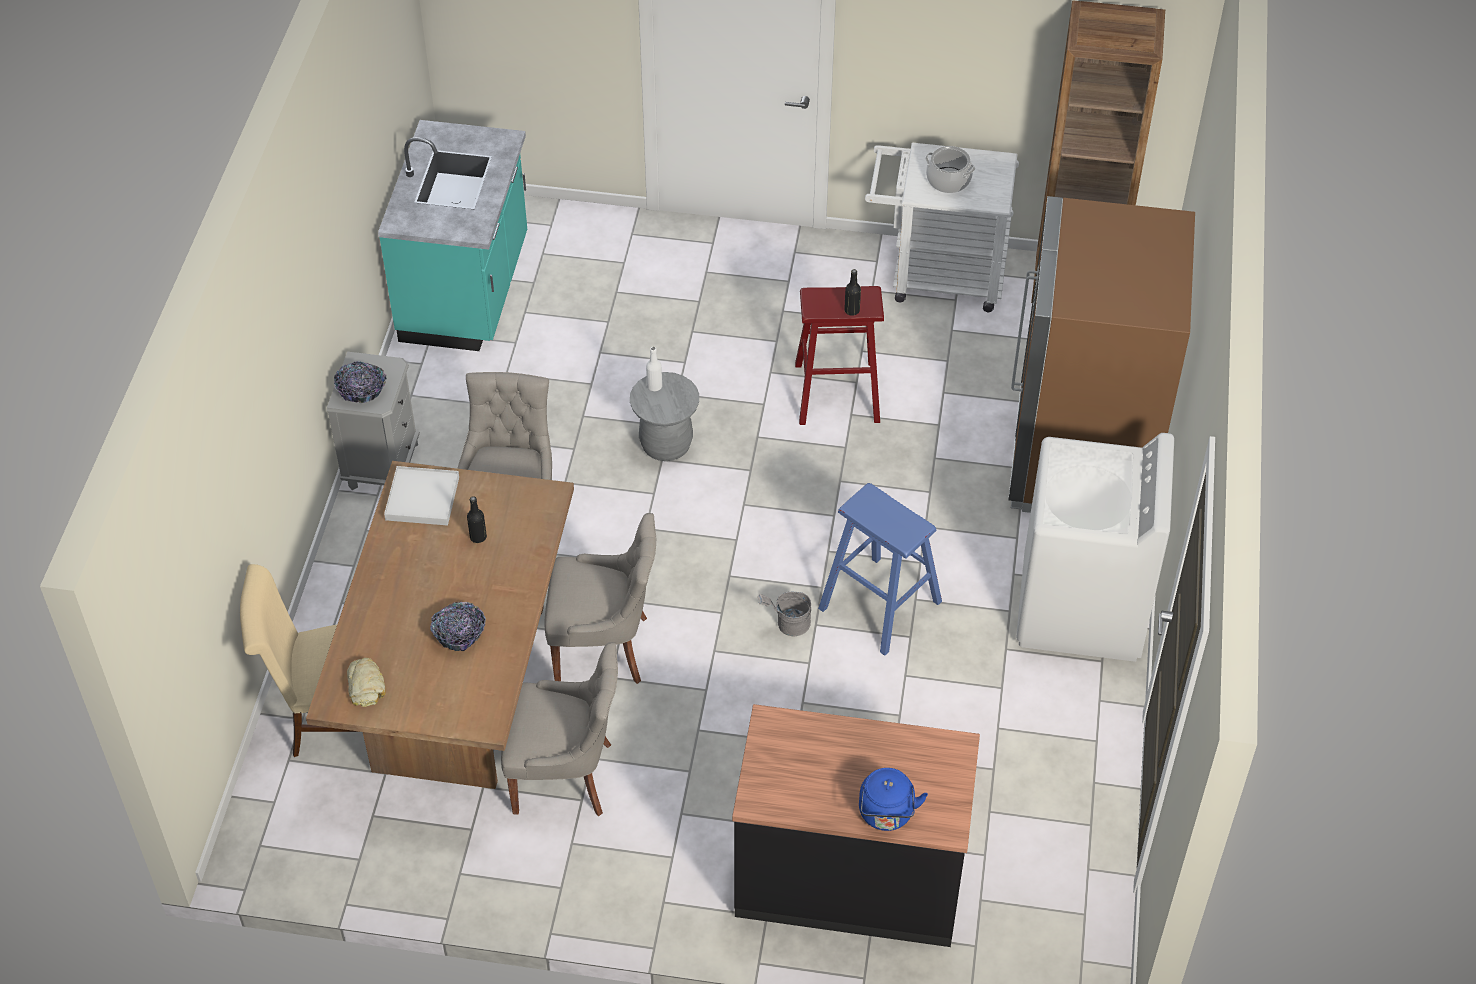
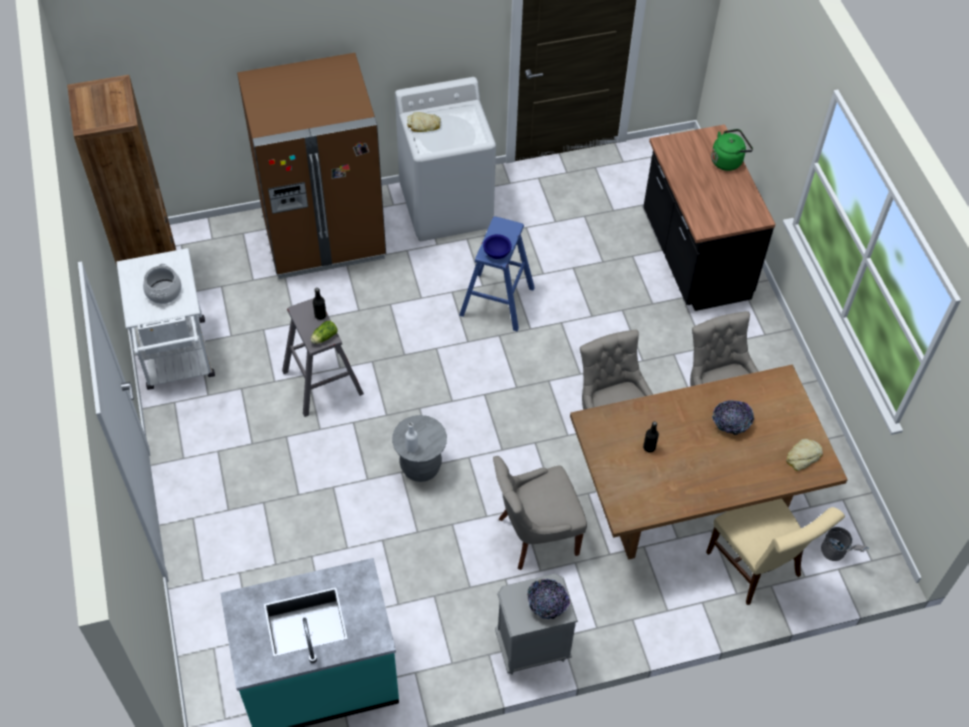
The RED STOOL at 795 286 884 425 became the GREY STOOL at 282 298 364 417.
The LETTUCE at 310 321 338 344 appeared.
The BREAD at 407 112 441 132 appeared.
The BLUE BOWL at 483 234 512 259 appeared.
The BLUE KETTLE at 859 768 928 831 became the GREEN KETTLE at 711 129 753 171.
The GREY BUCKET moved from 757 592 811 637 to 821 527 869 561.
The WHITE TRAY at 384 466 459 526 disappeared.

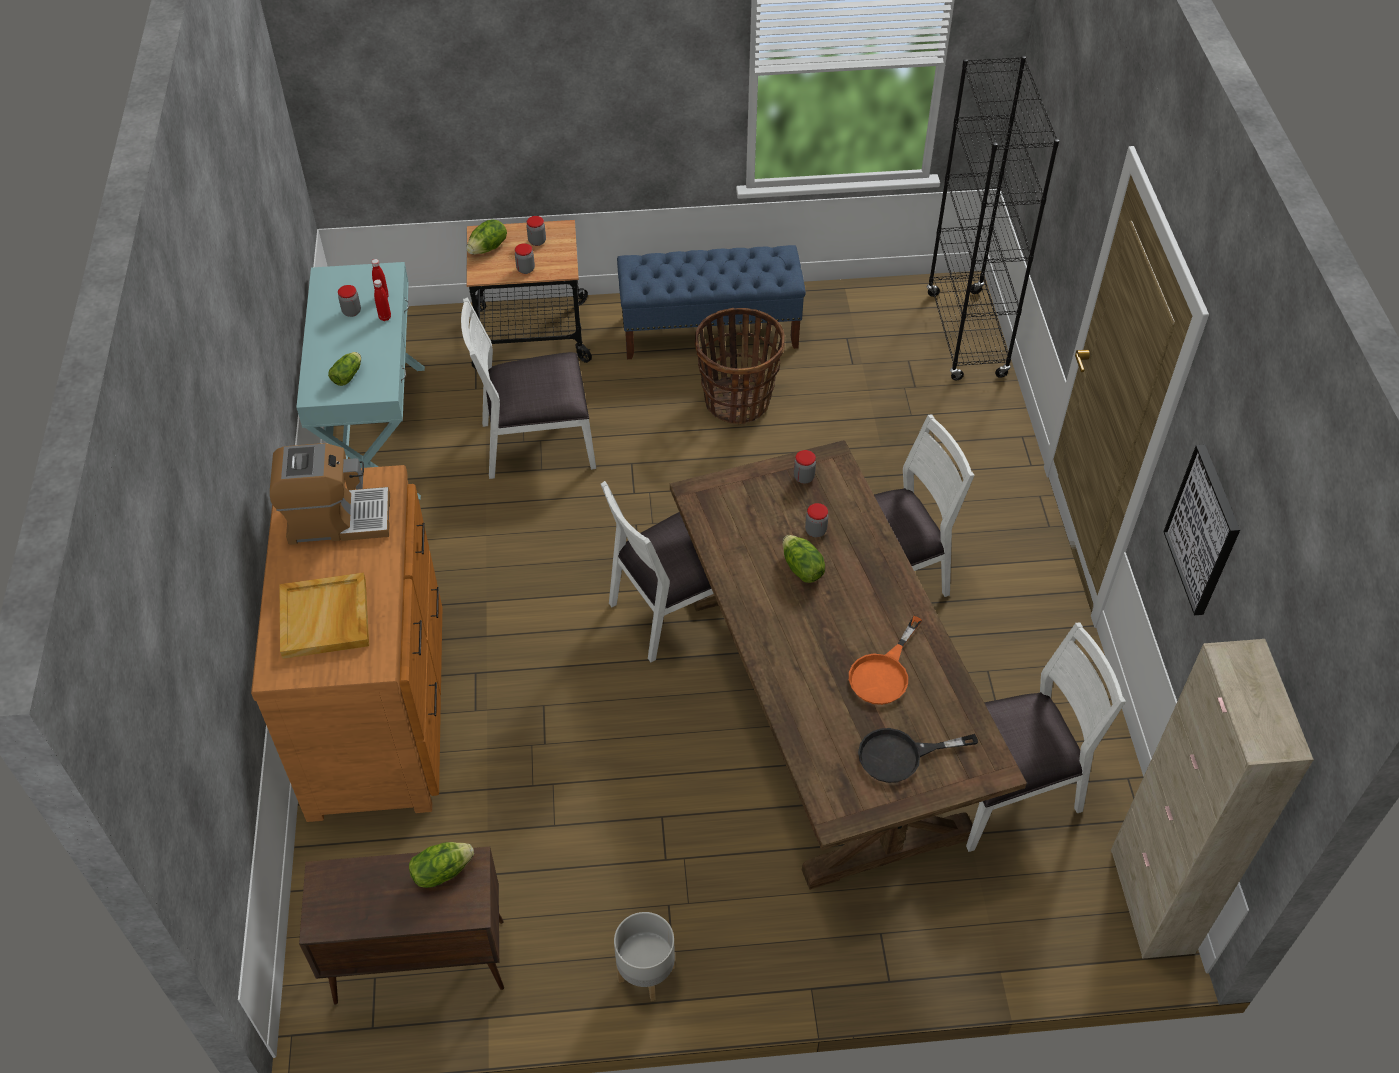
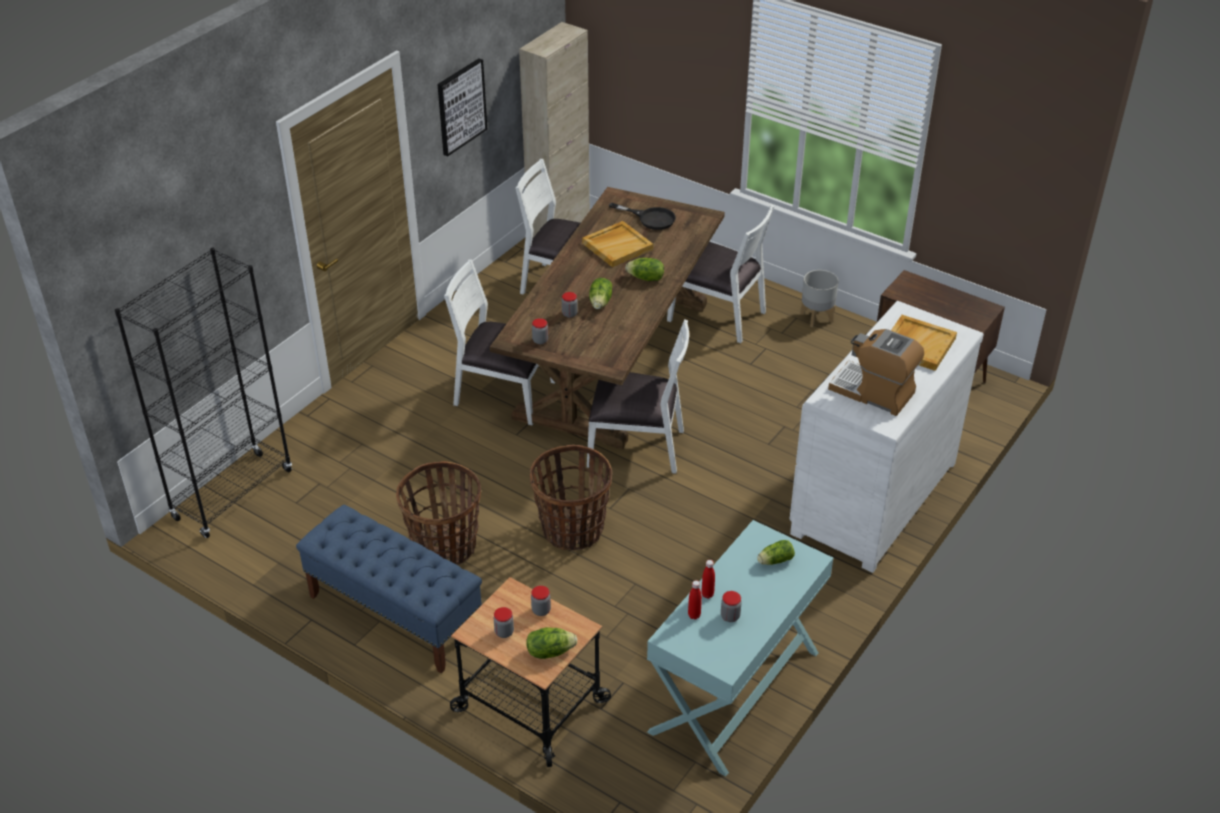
The BASKET at 530 445 612 550 appeared.
The ORANGE FRYING PAN at 849 616 922 705 was replaced by the BEIGE TRAY at 582 221 653 267.
The LETTUCE moved from 409 842 474 888 to 625 258 664 281.
The WHITE CHAIR moved from 461 297 596 479 to 667 204 775 343.
The BROWN DRESSER at 251 465 442 822 became the WHITE DRESSER at 789 301 984 573.

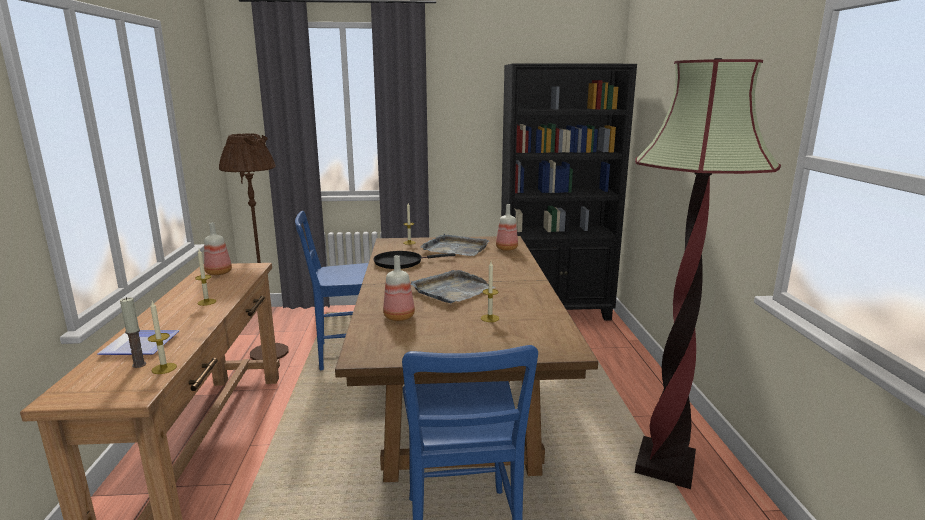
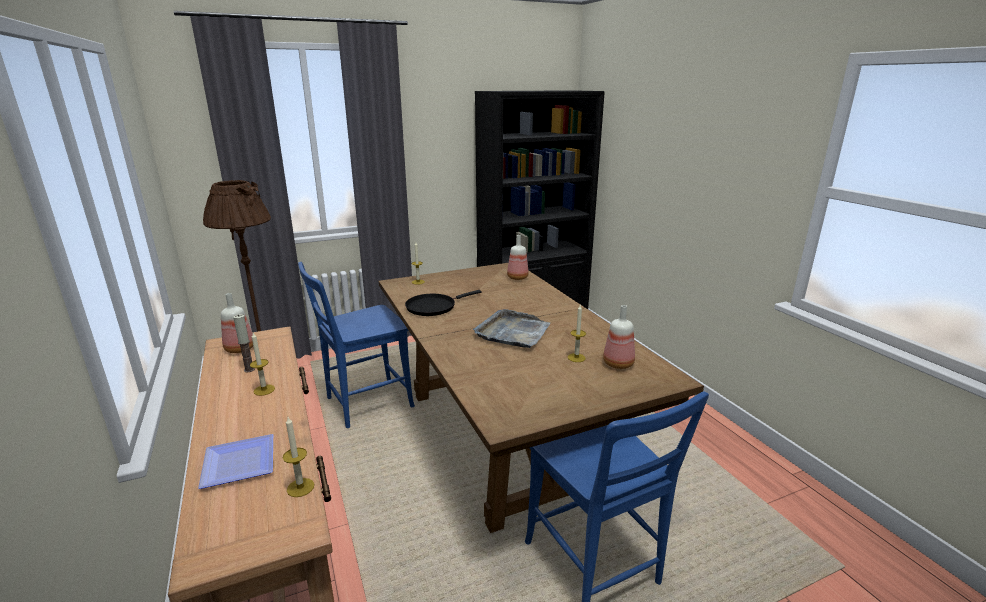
The CANDLE moved from 120 297 146 368 to 233 314 255 372.
The BOTTLE moved from 383 255 415 321 to 603 305 635 369.
The GREY TRAY at 421 233 489 256 disappeared.
The FLOOR LAMP at 635 58 781 489 disappeared.

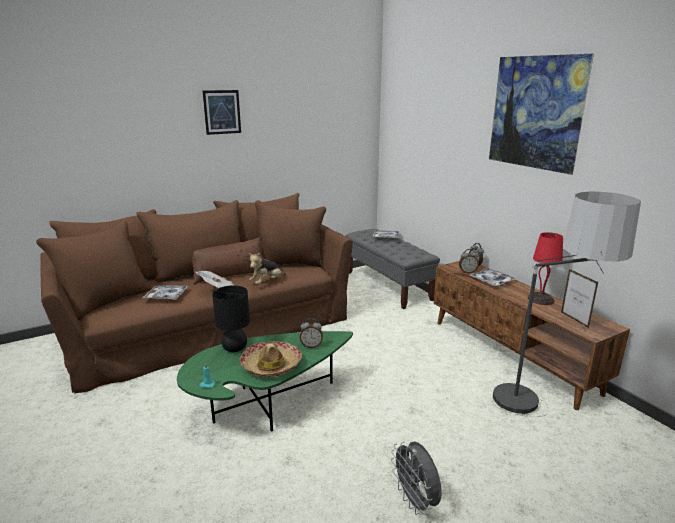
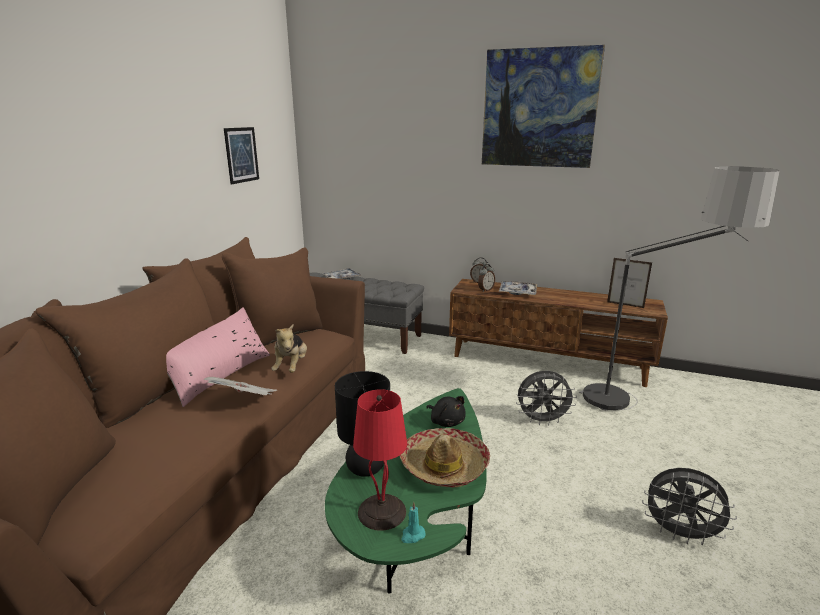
The BROWN PILLOW at 192 237 263 284 became the PINK PILLOW at 166 307 270 407.
The PICTURE moved from 202 90 241 135 to 224 127 259 184.
The RED TABLE LAMP moved from 528 232 563 305 to 353 389 407 531.
The ALARM CLOCK at 300 318 323 348 was replaced by the BLACK PLUSH TOY at 426 396 466 427.
The GREY FAN at 516 371 577 426 appeared.
The TRAY at 143 285 188 300 disappeared.

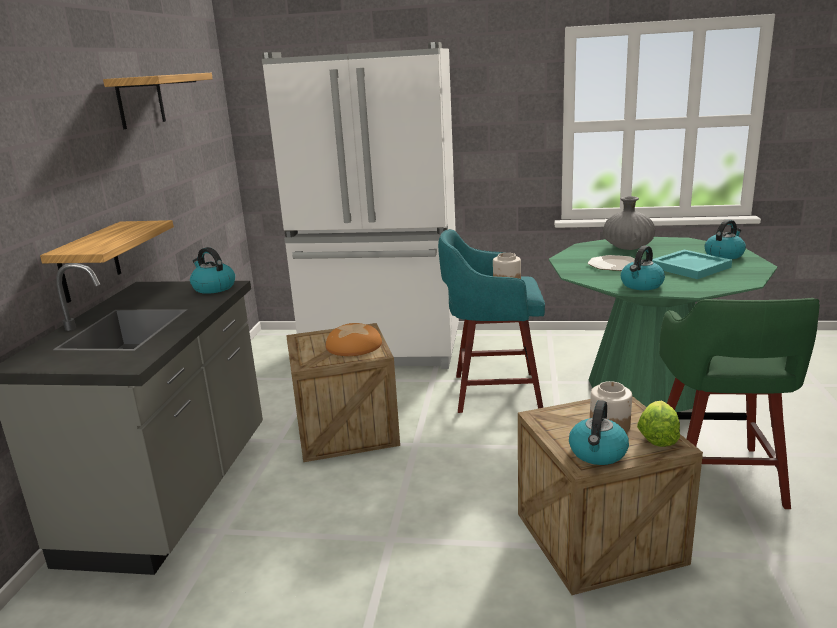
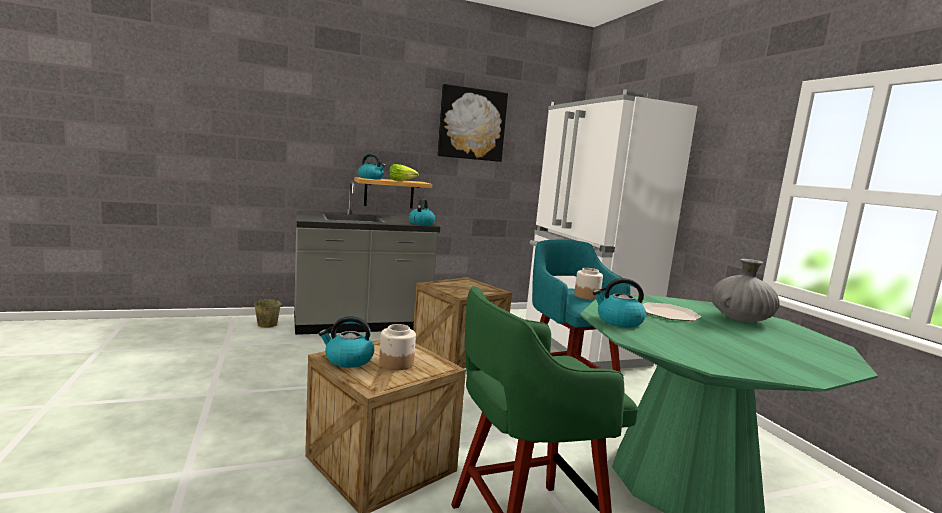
The BEIGE BUCKET at 254 288 281 328 appeared.
The KETTLE moved from 705 220 746 259 to 358 154 386 179.
The LETTUCE moved from 637 401 680 447 to 389 164 419 181.
The SHELF at 103 73 213 129 was replaced by the PICTURE at 437 84 508 162.
The BREAD at 326 323 382 356 disappeared.
The TURQUOISE TRAY at 652 249 732 279 disappeared.

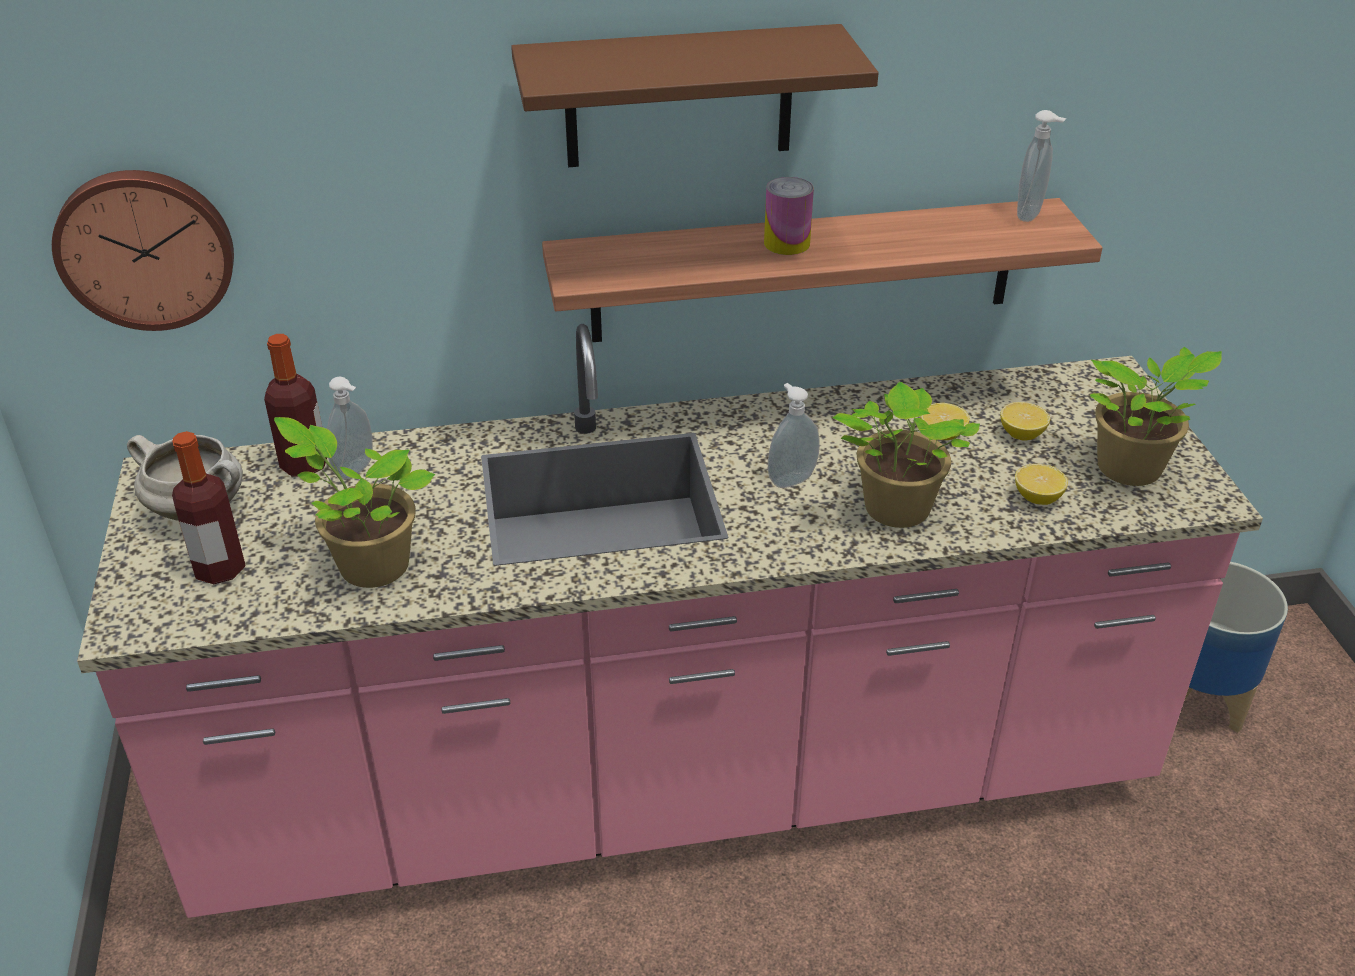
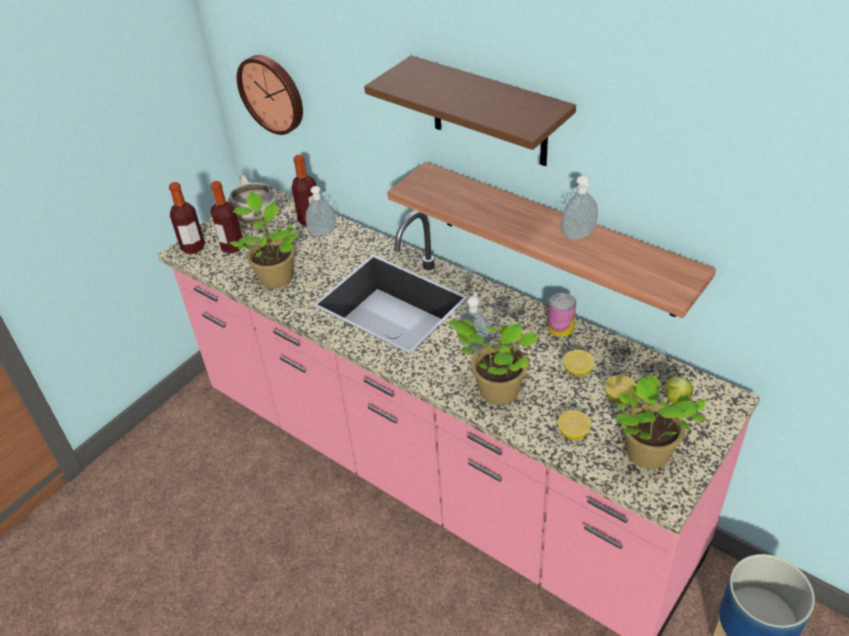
The BOTTLE at 169 182 205 254 appeared.
The CAN moved from 764 177 814 255 to 548 293 576 337.
The SOAP DISPENSER moved from 1017 110 1066 222 to 561 175 598 240.
The APPLE at 662 377 693 403 appeared.

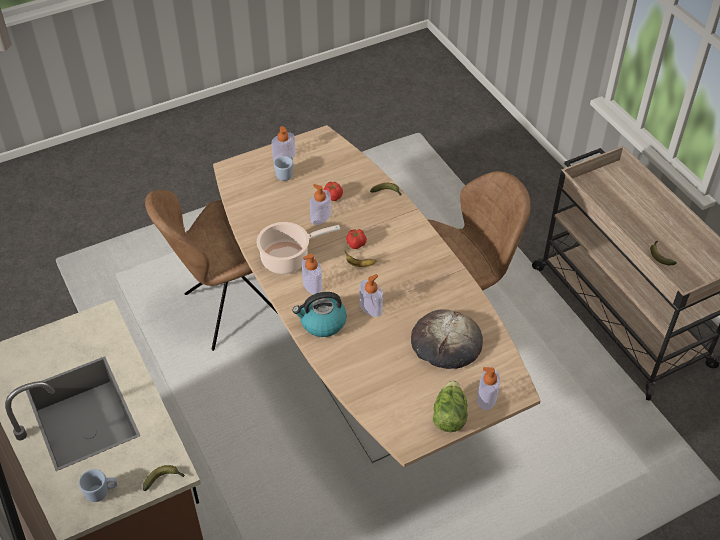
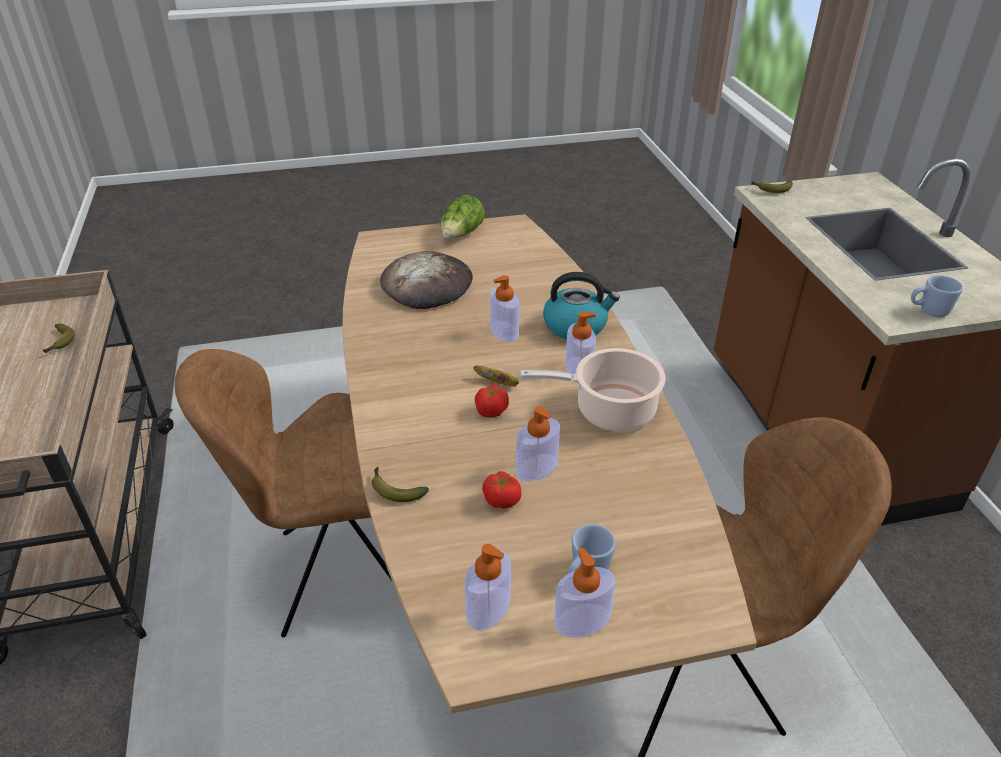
The SOAP DISPENSER moved from 477 367 500 410 to 465 544 511 631.
The BLUE MUG moved from 79 469 117 502 to 911 275 963 317.

